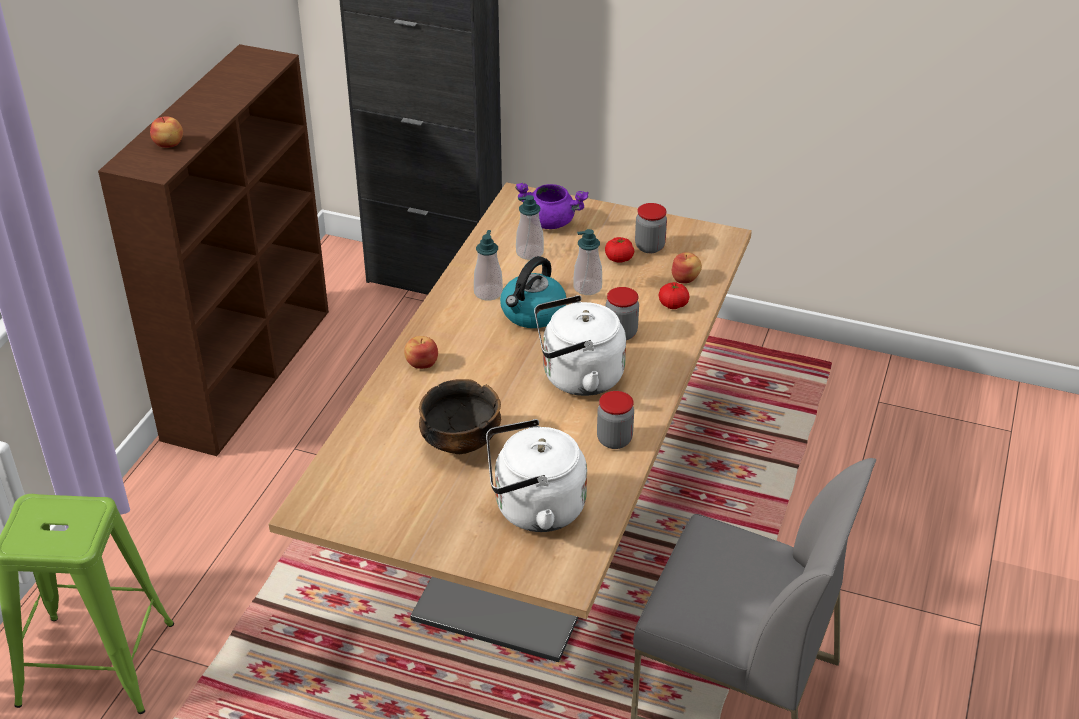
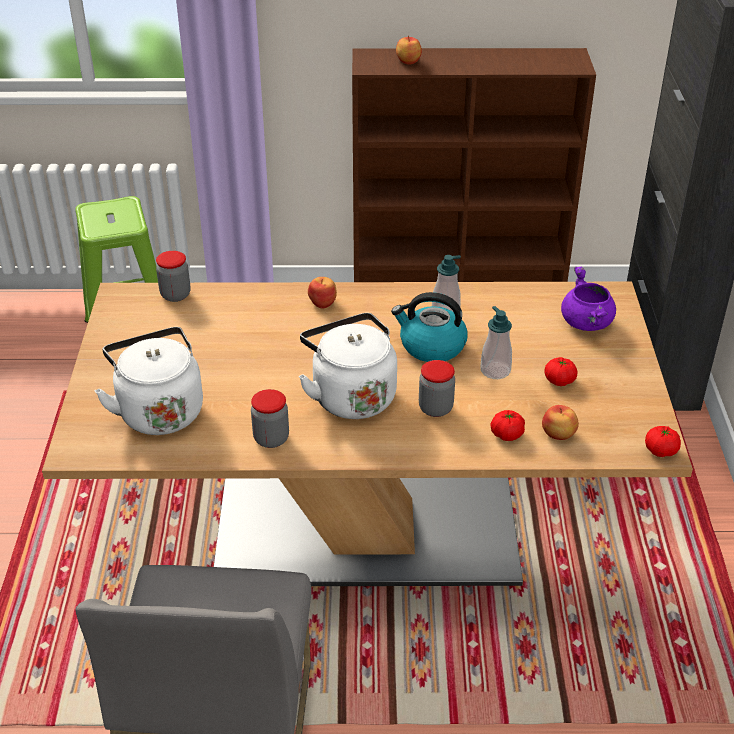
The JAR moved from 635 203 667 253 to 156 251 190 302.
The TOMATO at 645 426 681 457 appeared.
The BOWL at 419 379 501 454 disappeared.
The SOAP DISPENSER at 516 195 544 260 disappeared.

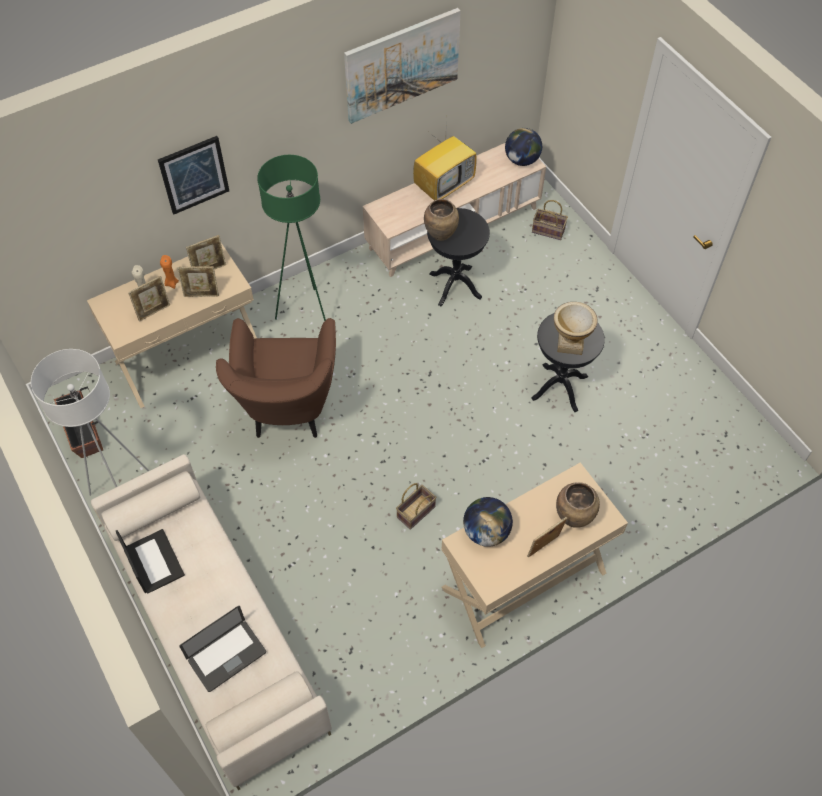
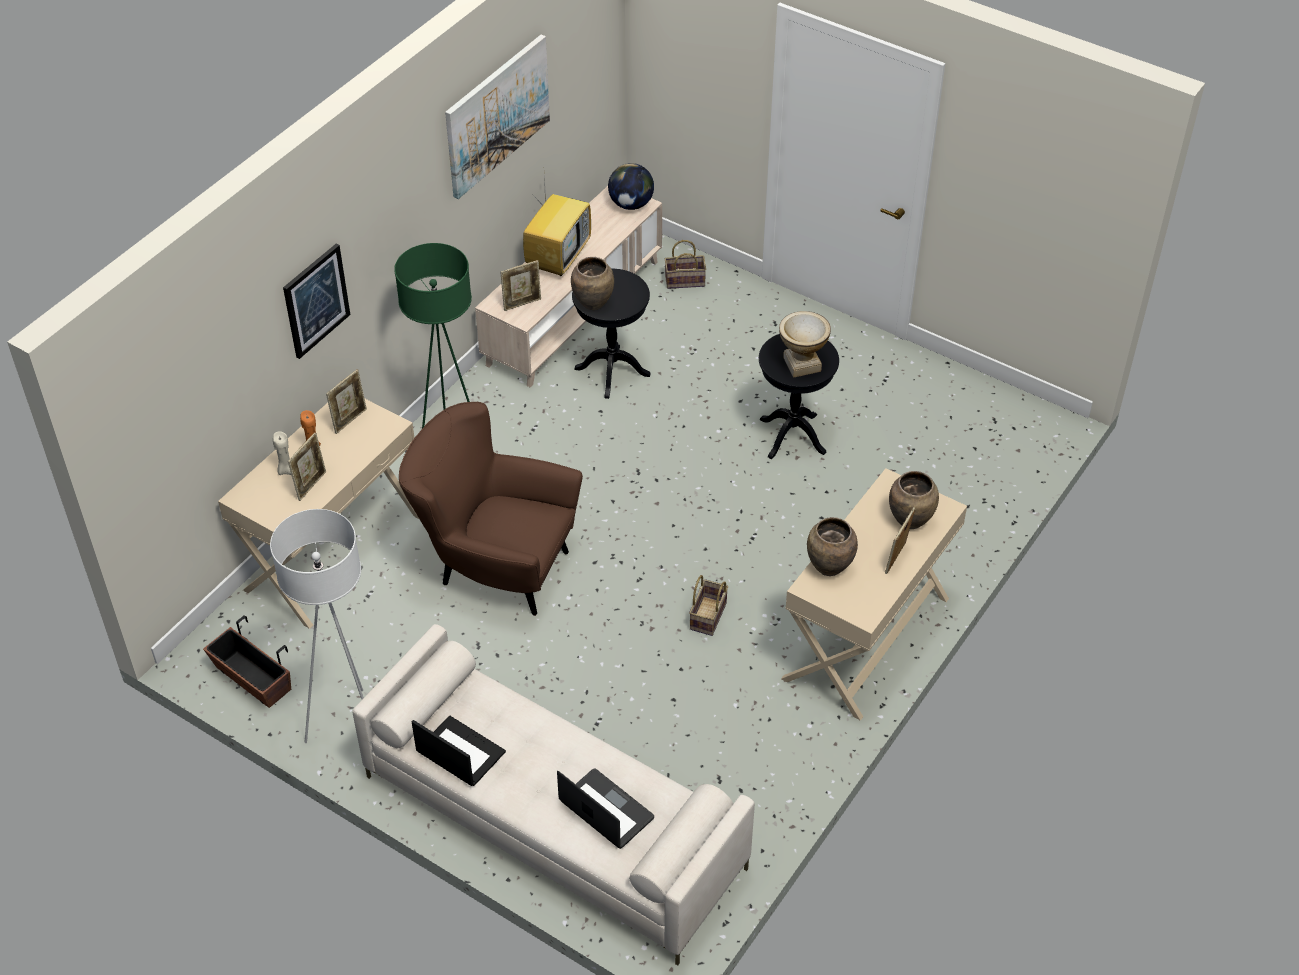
The BROWN ARMCHAIR at 216 318 336 438 turned 135 degrees clockwise.
The PICTURE FRAME moved from 177 266 219 297 to 500 260 541 311.
The LAPTOP at 179 606 266 692 turned 75 degrees counterclockwise.
The GLOBE at 463 497 513 547 was replaced by the BROWN VASE at 807 517 858 576.

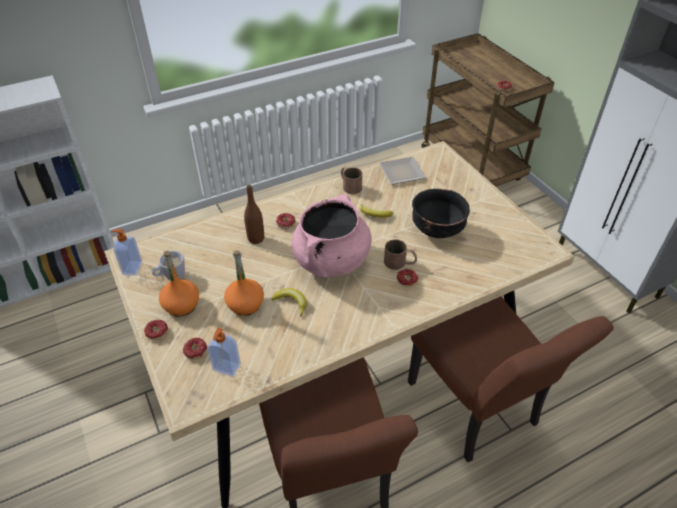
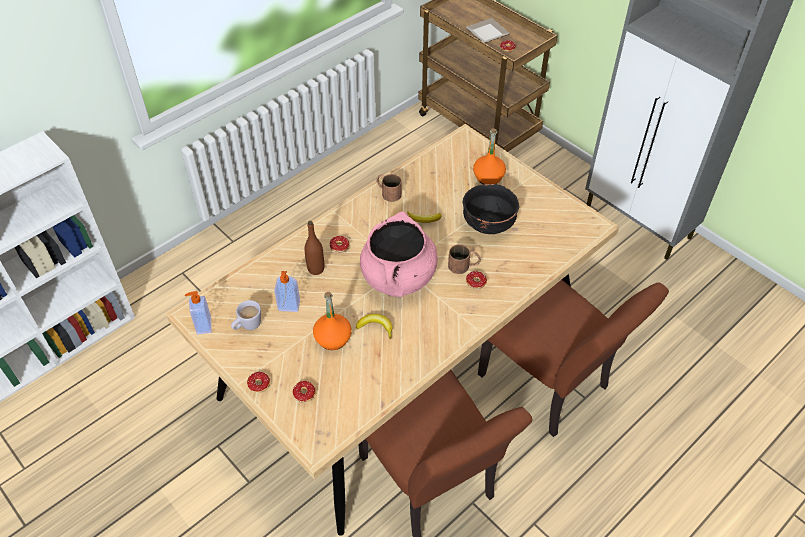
The SOAP DISPENSER moved from 207 328 241 377 to 274 271 300 312.
The PLATE moved from 379 157 426 185 to 466 18 510 43.
The ORANGE BOTTLE moved from 159 251 199 317 to 473 128 506 184.

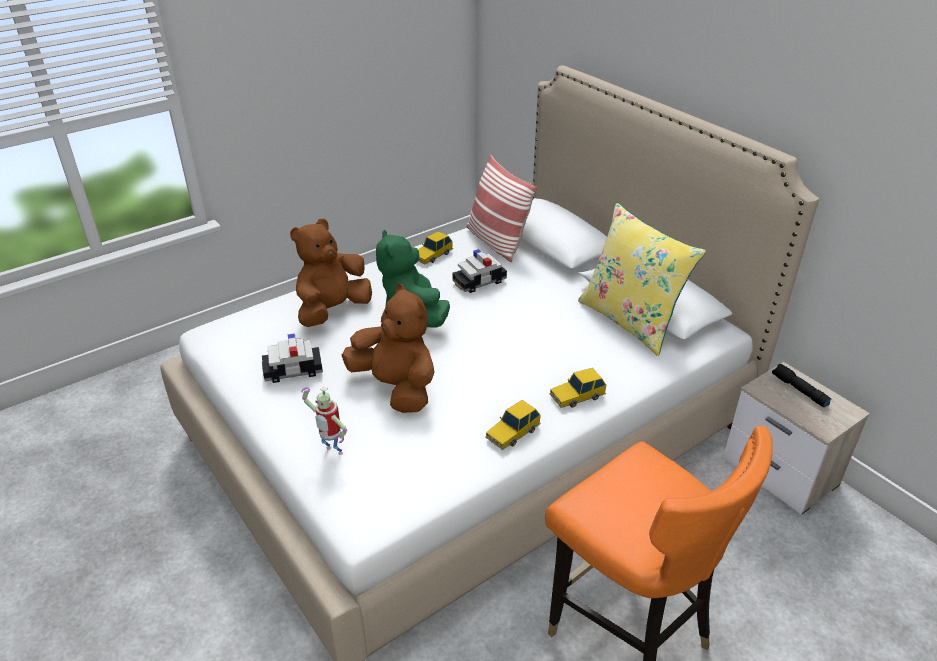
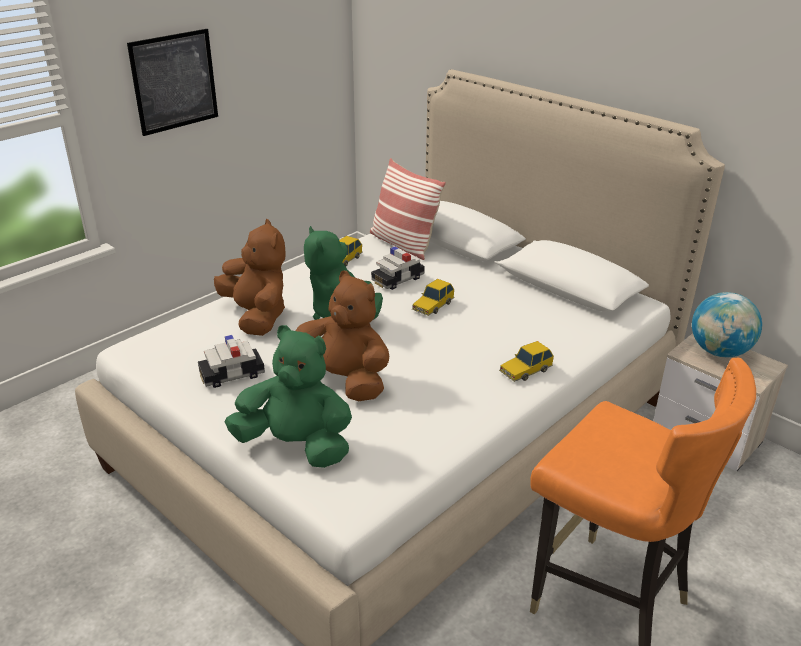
The PICTURE at 127 29 218 136 appeared.
The BROWN PLUSH TOY at 290 219 372 327 turned 120 degrees clockwise.
The TOY ROBOT at 301 386 347 455 was replaced by the GREEN PLUSH TOY at 225 325 352 468.
The TOY CAR moved from 485 400 541 450 to 412 279 455 316.
The BLACK FLASHLIGHT at 772 364 831 407 was replaced by the GLOBE at 692 292 762 357.
The YELLOW PILLOW at 578 203 706 356 disappeared.

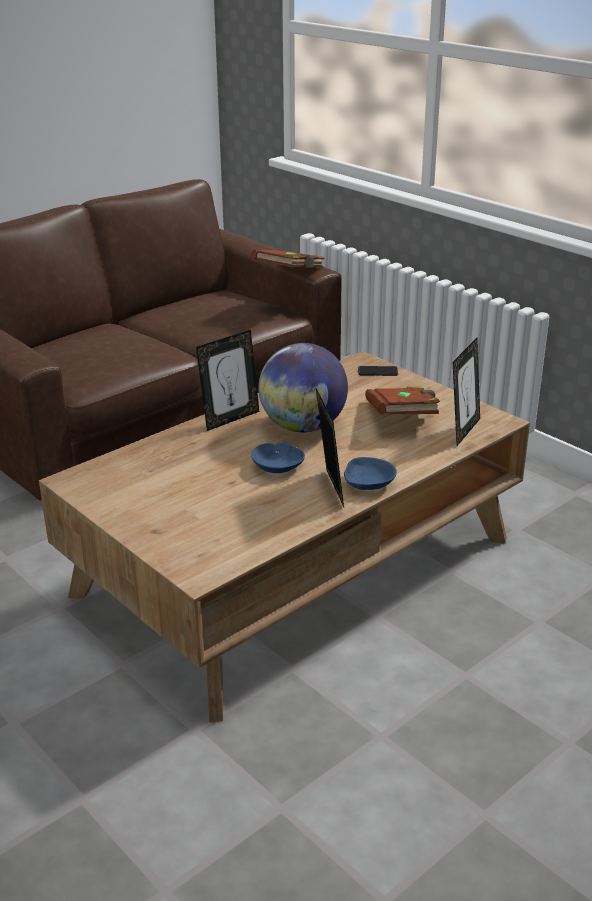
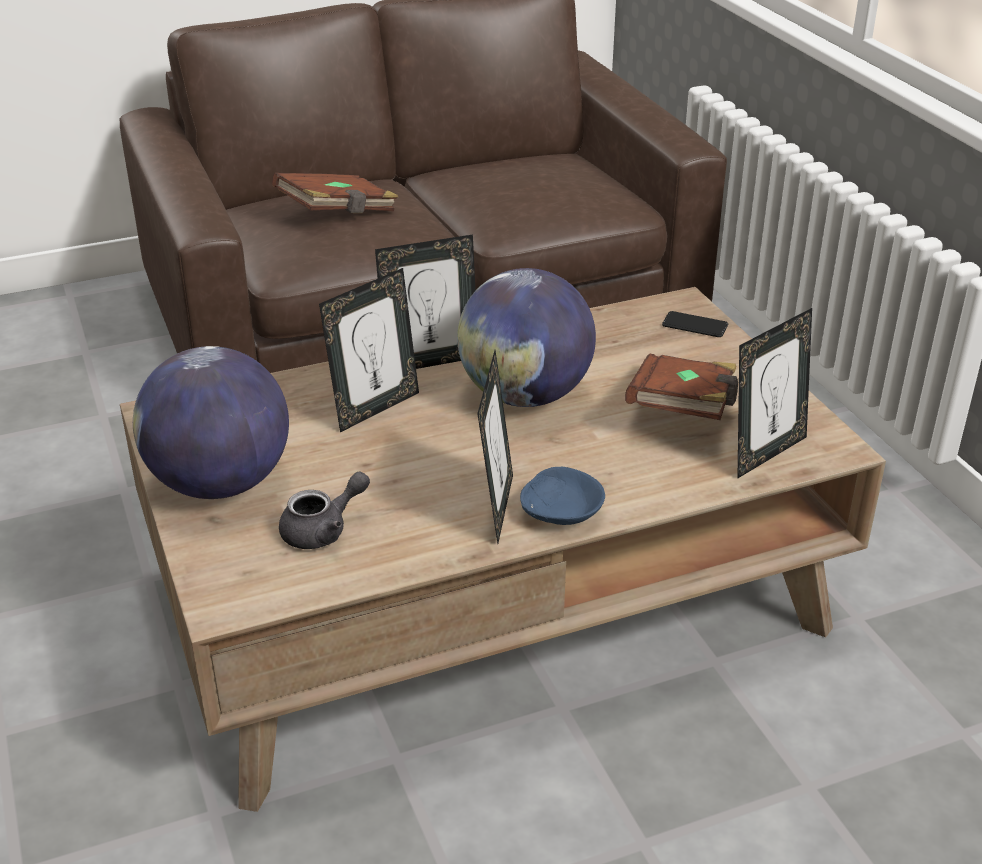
The GLOBE at 133 346 289 499 appeared.
The BROWN BOOK moved from 252 250 325 268 to 272 173 398 213.
The GREY TEAPOT at 279 472 370 549 appeared.
The PICTURE FRAME at 319 268 419 432 appeared.
The BLUE BOWL at 251 443 305 473 disappeared.

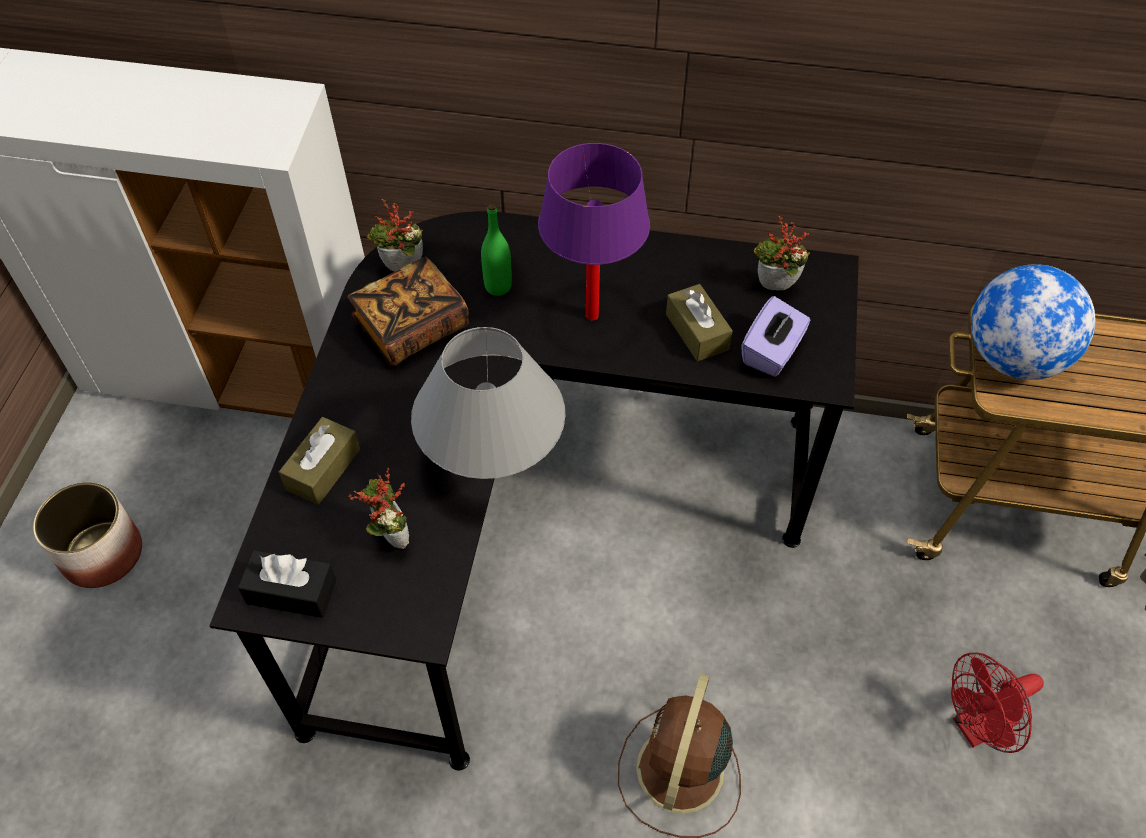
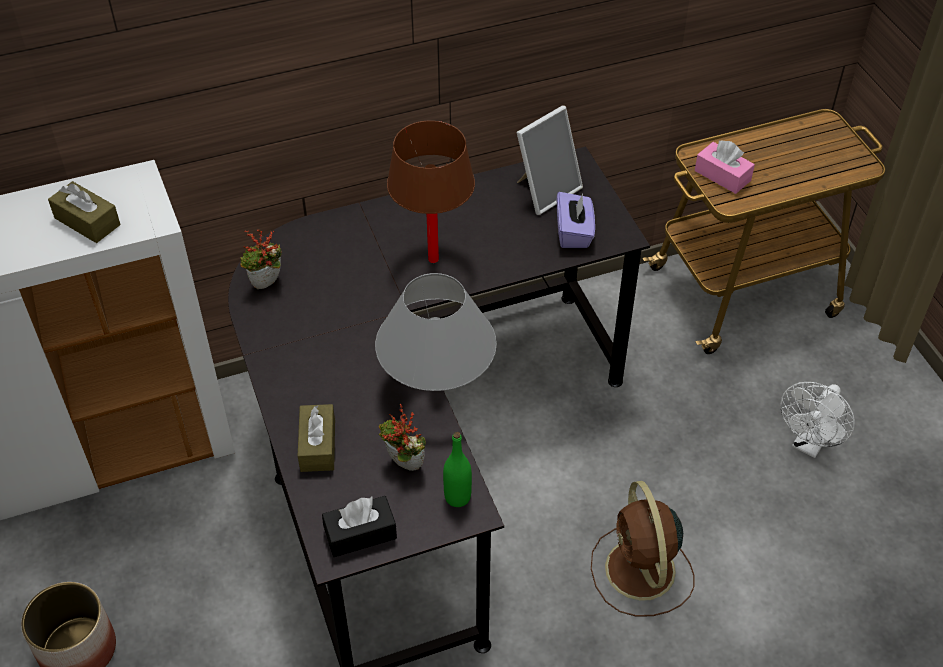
The BROWN TISSUE BOX moved from 666 284 733 361 to 48 181 120 243.
The PURPLE TABLE LAMP at 538 143 650 320 became the BROWN TABLE LAMP at 387 121 475 263.
The GREEN BOTTLE moved from 481 204 512 296 to 443 432 472 507.
The POTTED PLANT at 754 216 809 290 was replaced by the PICTURE FRAME at 517 105 583 215.
The GLOBE at 971 264 1095 380 was replaced by the PINK TISSUE BOX at 695 140 755 194.
The RED FAN at 951 653 1044 753 became the WHITE FAN at 780 382 855 458.
The BOOK at 348 257 469 367 disappeared.

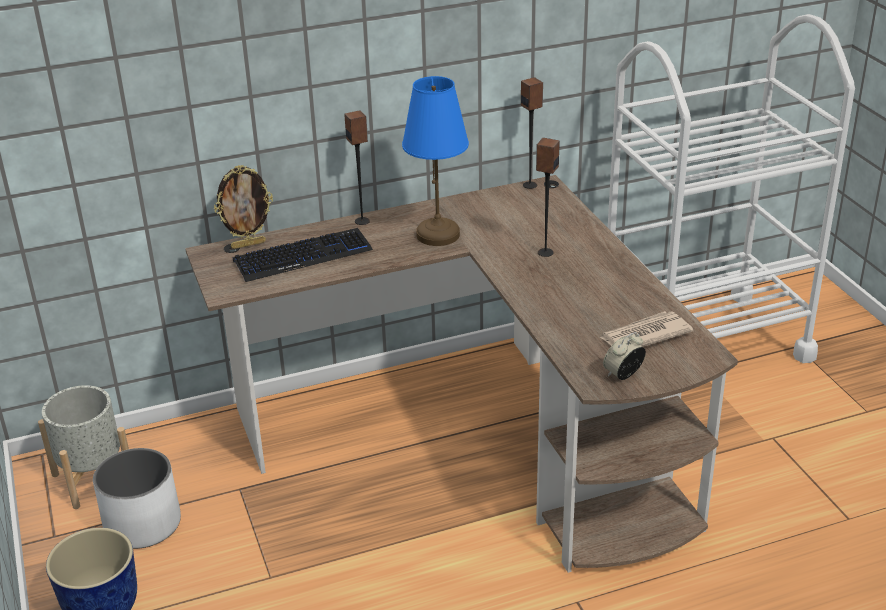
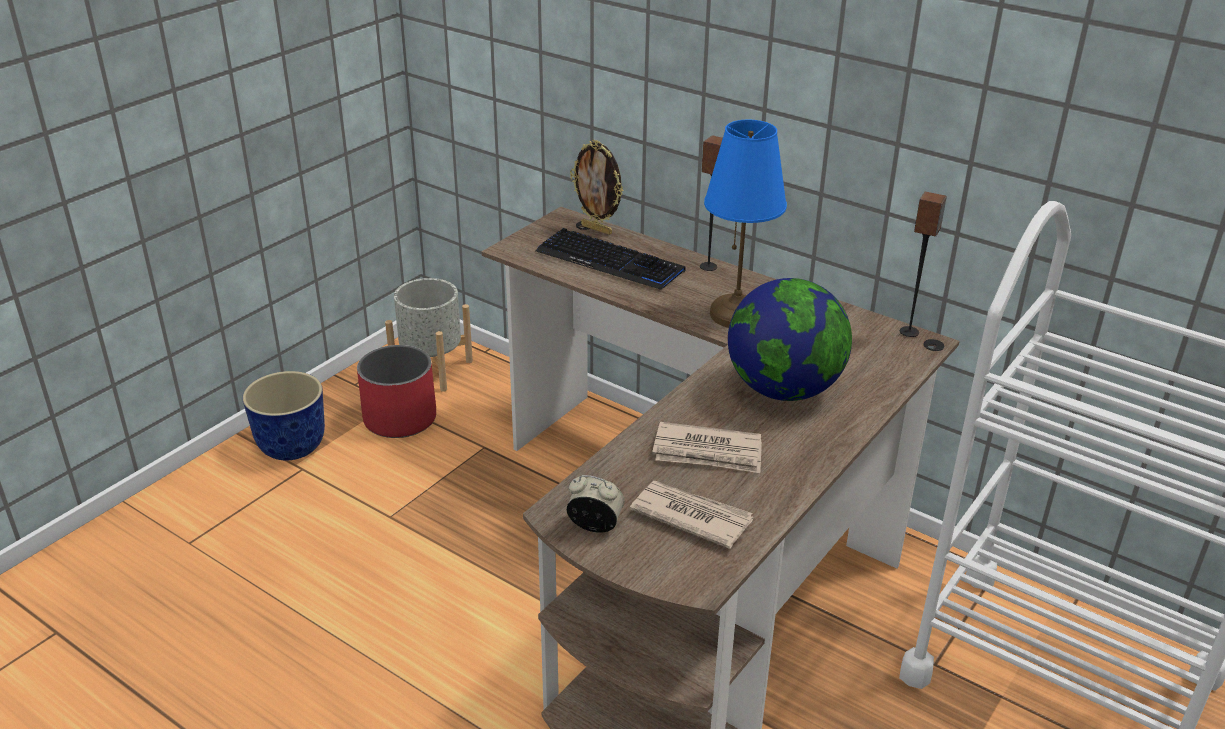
The WHITE PLANTER at 93 448 181 549 became the RED PLANTER at 357 345 436 438.
The NEWSPAPER at 652 422 762 473 appeared.
The SPEAKER at 536 138 560 257 was replaced by the GLOBE at 728 278 852 401.

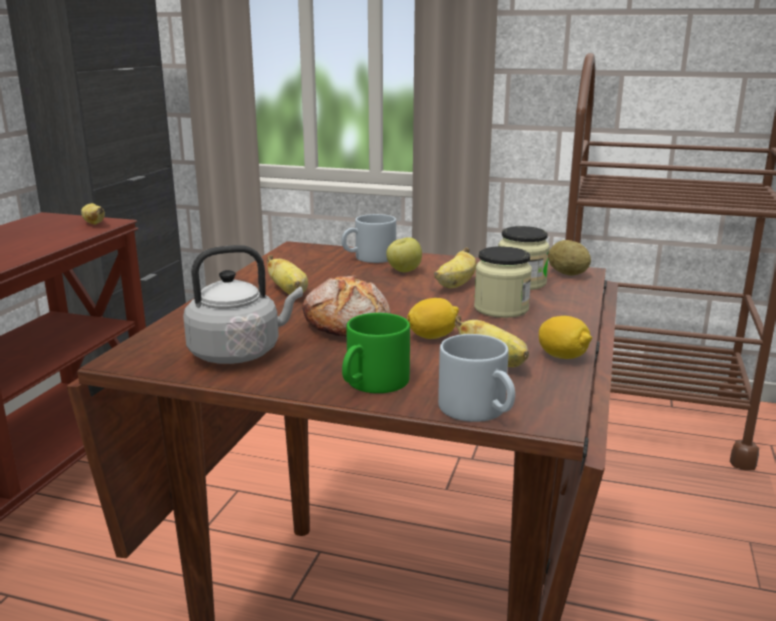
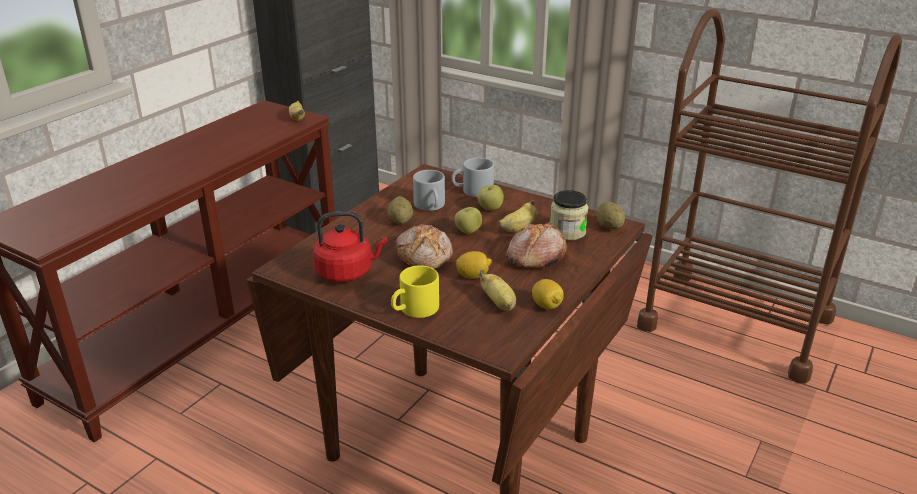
The GREY KETTLE at 183 245 303 364 became the RED KETTLE at 313 211 388 282.
The BANANA at 266 255 308 294 was replaced by the POTATO at 388 196 413 224.
The GREEN MUG at 342 313 410 393 became the YELLOW MUG at 391 265 439 318.
The GREY MUG moved from 438 334 515 422 to 413 170 445 211.
The APPLE at 454 207 482 234 appeared.
The JAR at 474 246 532 318 was replaced by the BREAD at 506 222 567 268.

